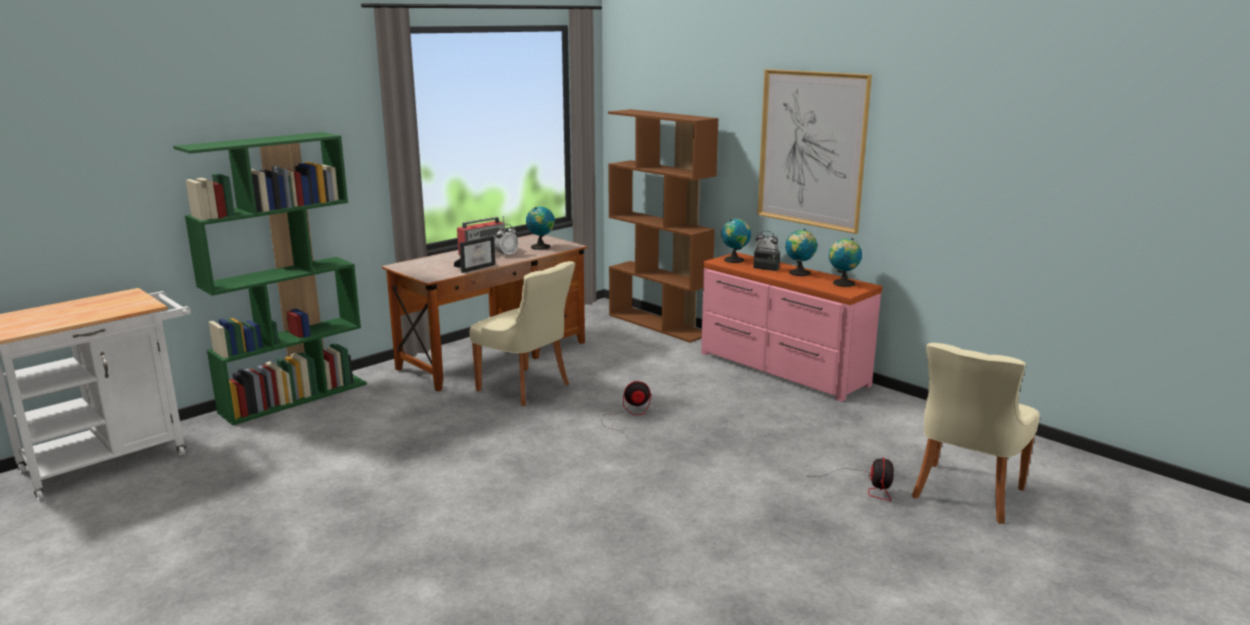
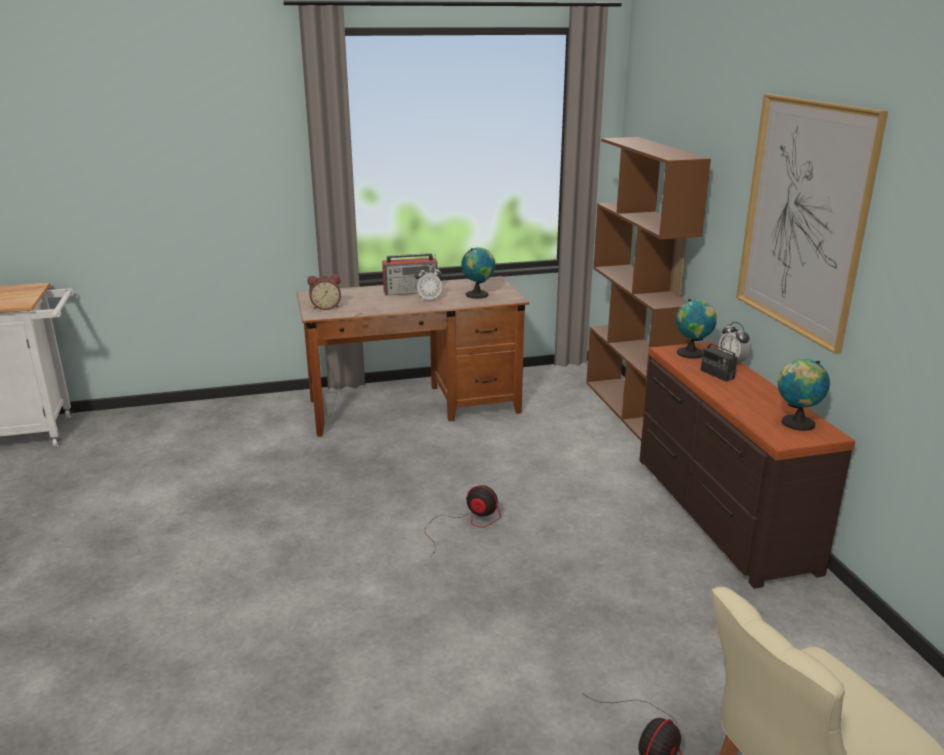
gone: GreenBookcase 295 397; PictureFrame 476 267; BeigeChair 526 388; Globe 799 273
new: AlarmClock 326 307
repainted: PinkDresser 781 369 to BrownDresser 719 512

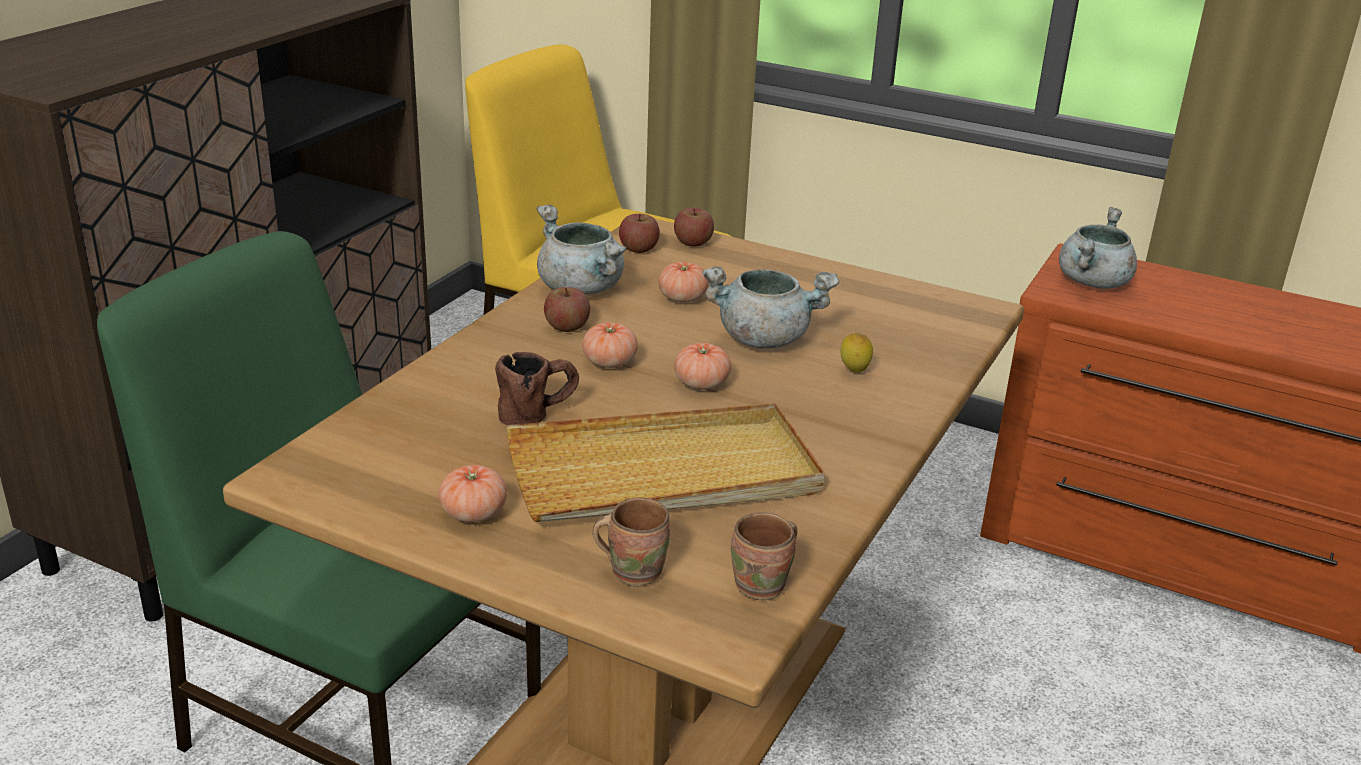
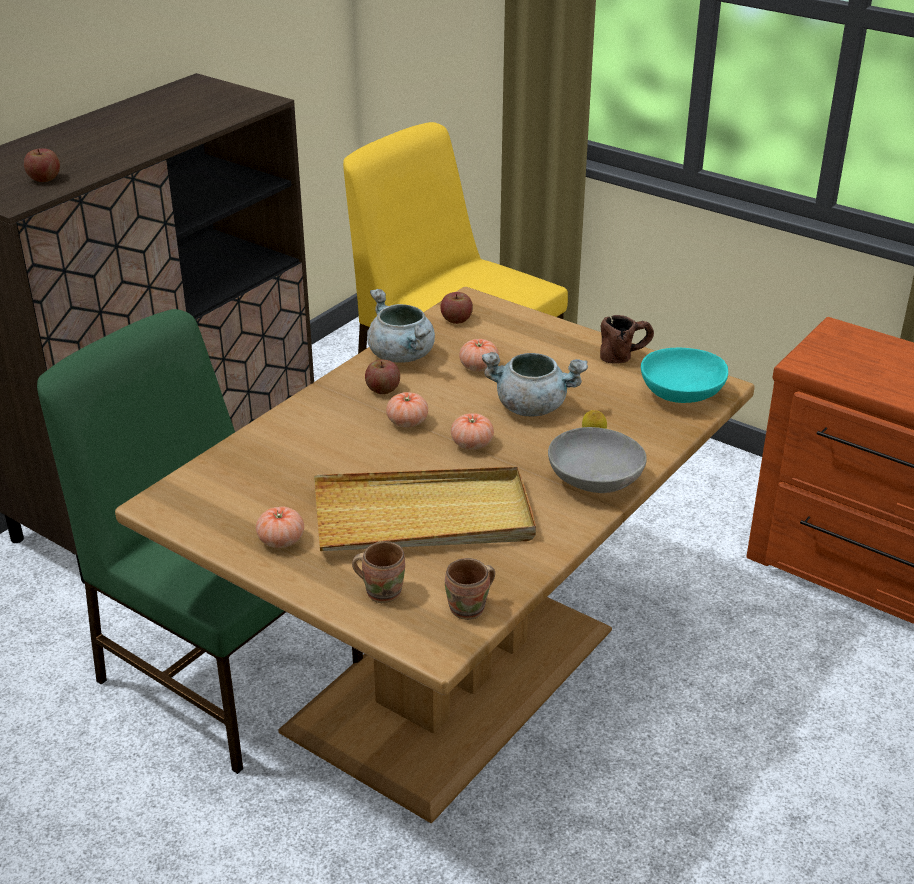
gone: GreyCookingPot 1093 283
new: GreyBowl 595 480; TurquoiseBowl 680 394
shifted: BrownMug 538 413 to 625 355; Apple 693 242 to 44 178

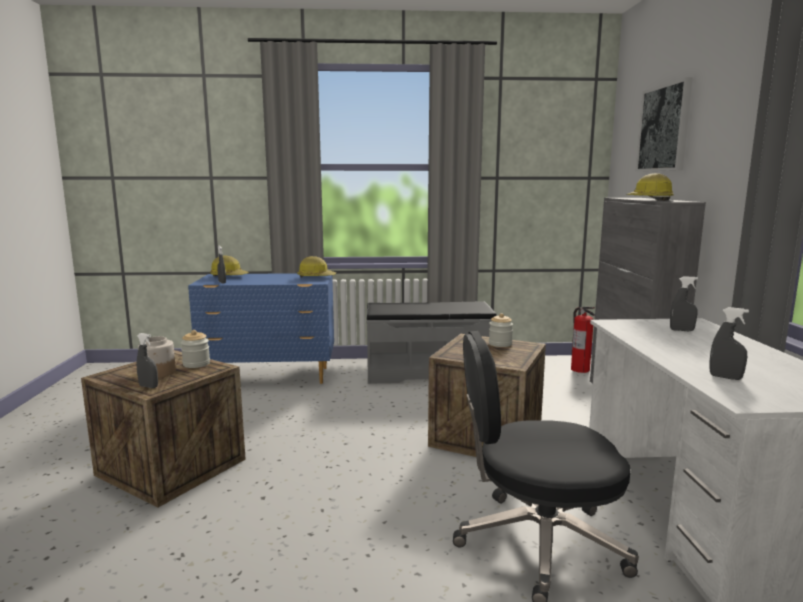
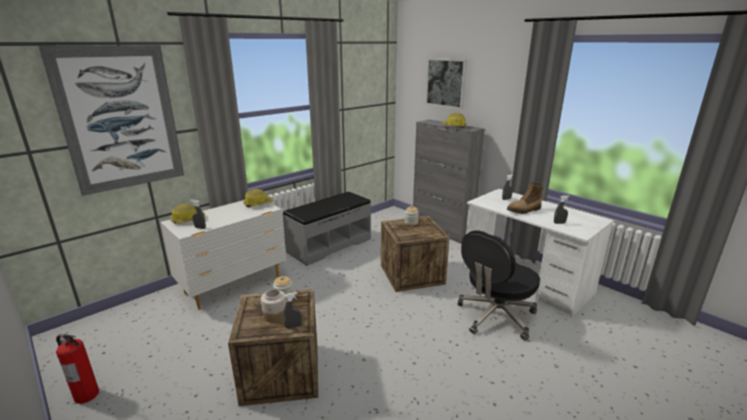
new: Picture 121 119; Boot 524 210
shifted: FireExtinguisher 579 369 to 86 395
repainted: BlueDresser 271 377 to WhiteDresser 234 285

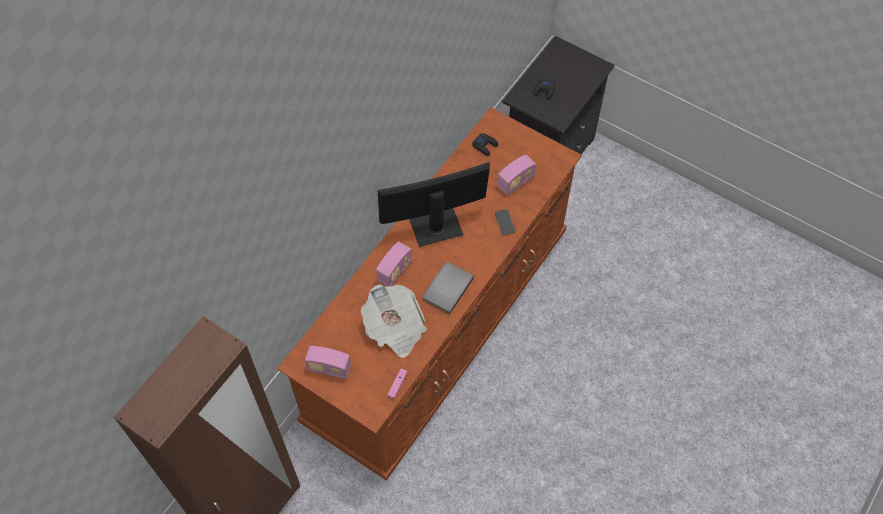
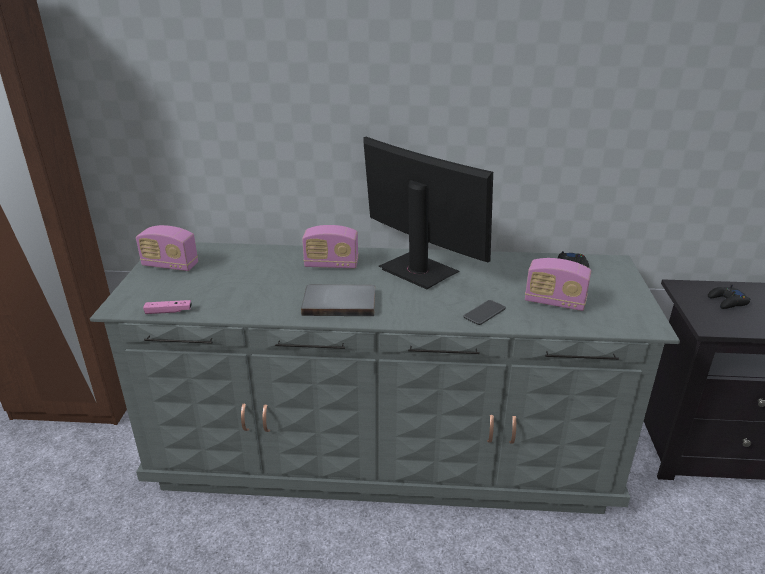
gone: Newspaper 395 328
repainted: BrownDresser 439 326 to GreyDresser 382 452
rotated: Radio 329 368 = 170 265 60 degrees counterclockwise

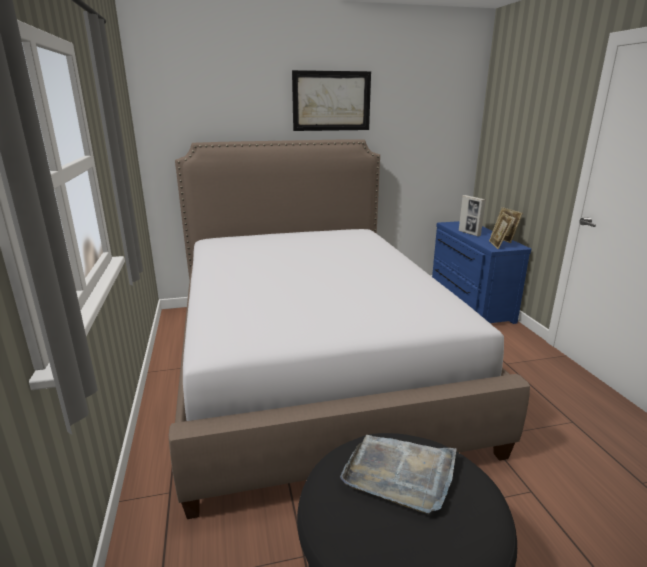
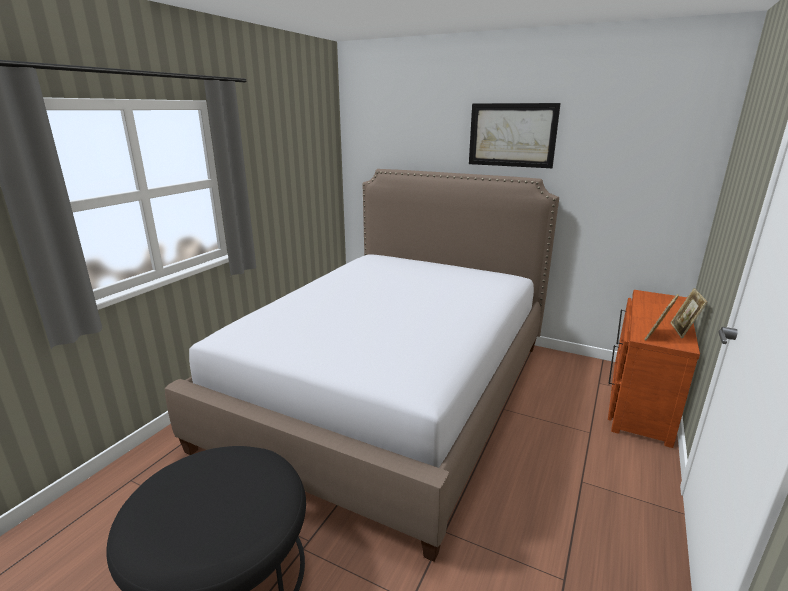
gone: GreyTray 399 473; PictureFrame 469 233
repainted: BlueDresser 468 303 to BrownDresser 638 400

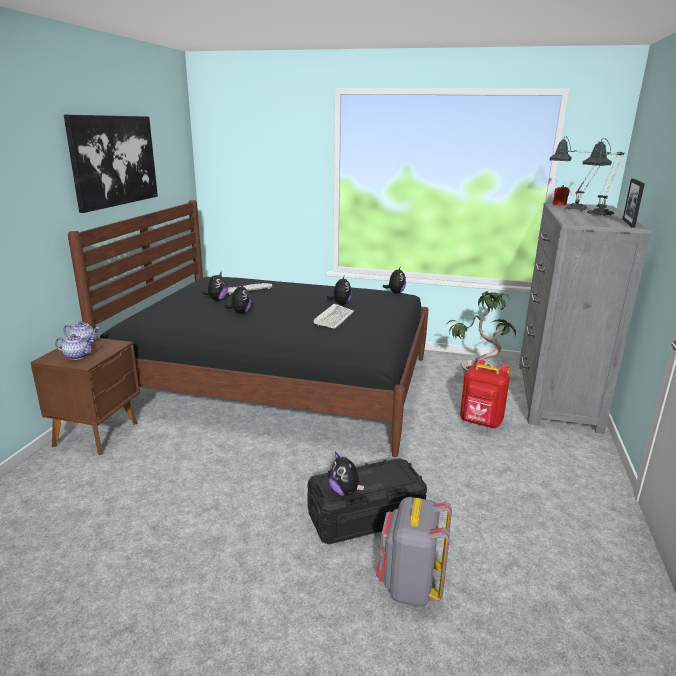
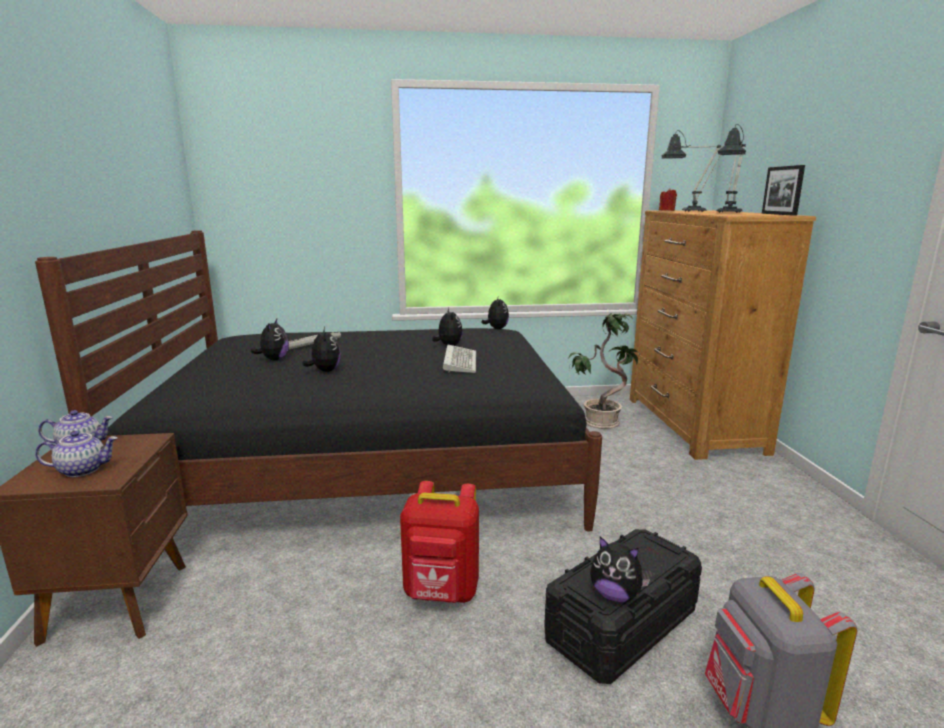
gone: Picture 114 160
shifted: RedBackpack 481 422 to 441 593
repainted: GreyDresser 555 395 to BrownDresser 692 424

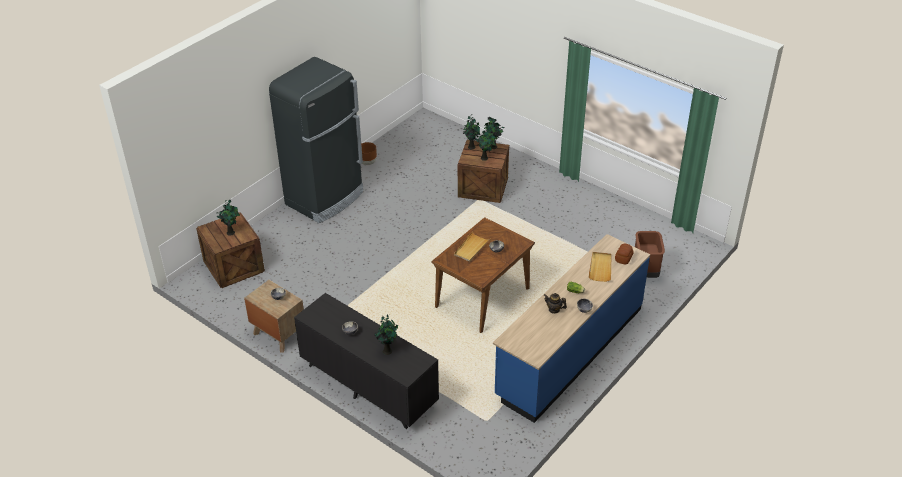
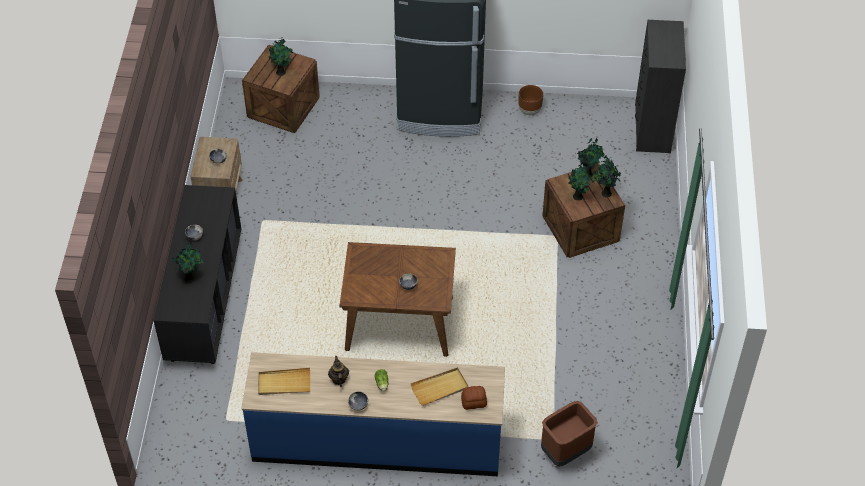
new: BlackDresser 652 129
shifted: BeigeTray 471 248 to 284 383

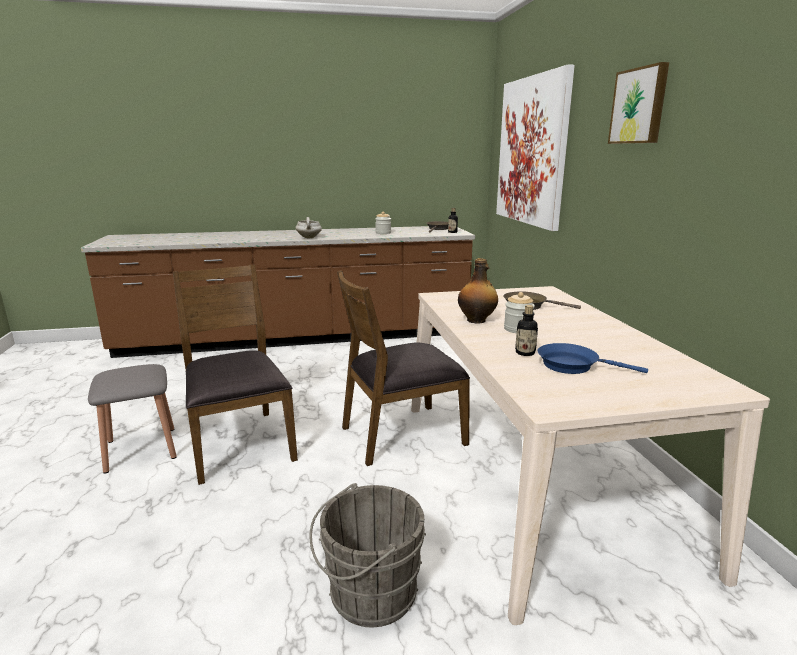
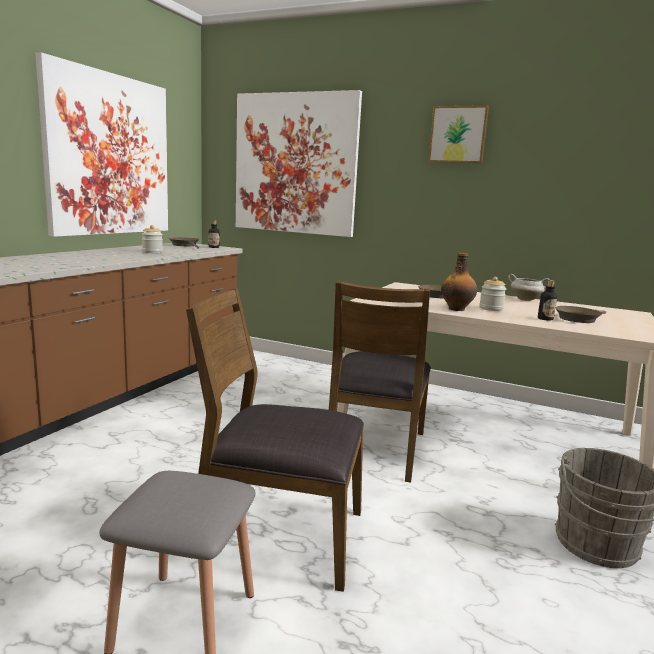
new: Picture 109 155
shifted: WhiteCookingPot 309 238 to 526 300
repainted: BlueFryingPan 572 365 to BrownFryingPan 578 319

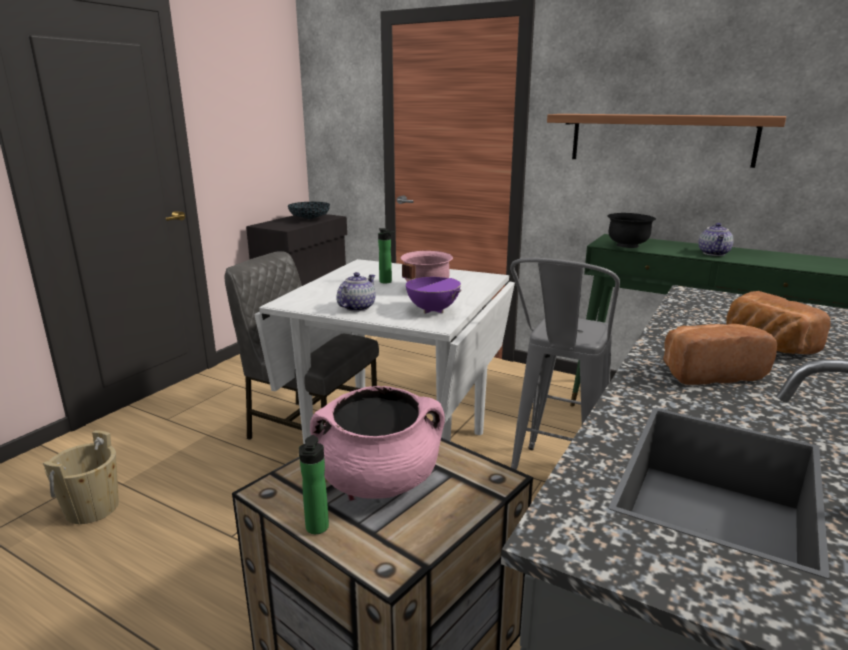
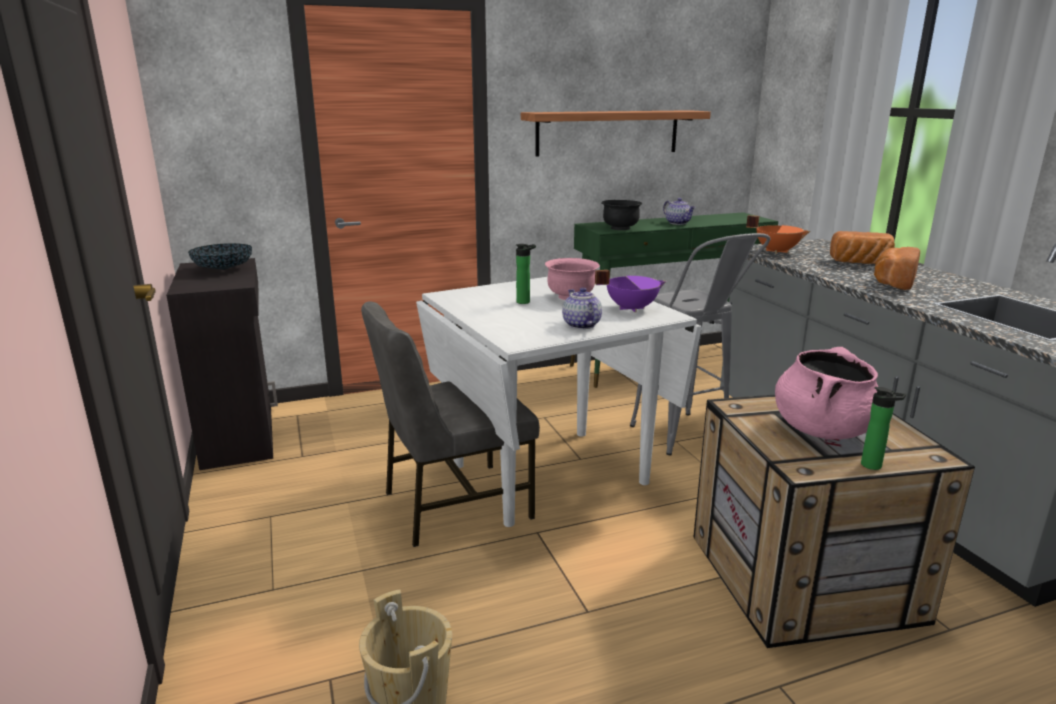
new: OrangeCookingPot 776 251

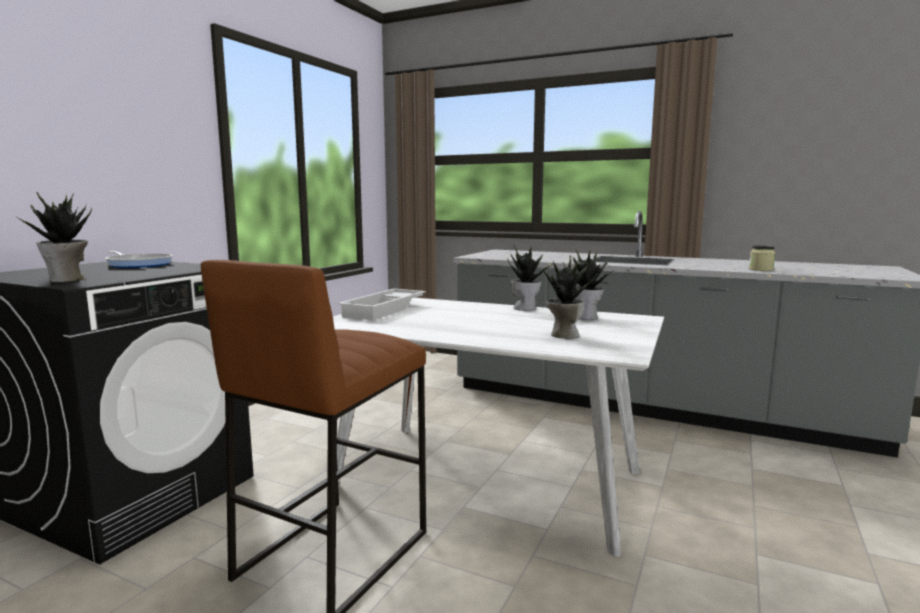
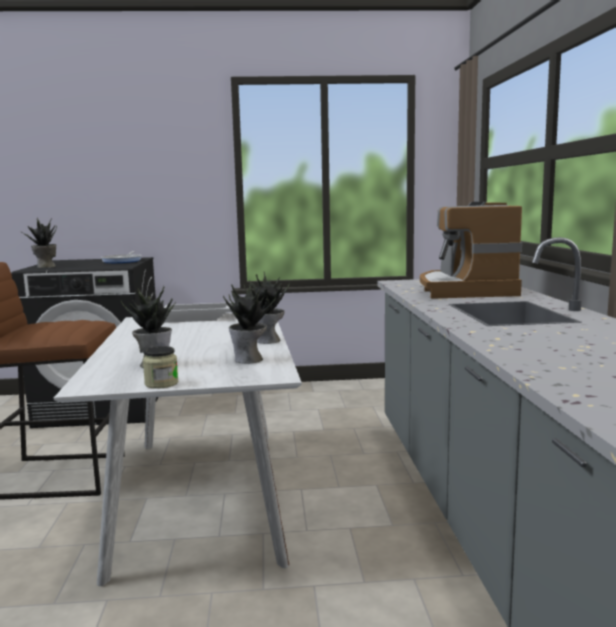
new: CoffeeMachine 464 290
shifted: Jar 760 269 to 161 383

